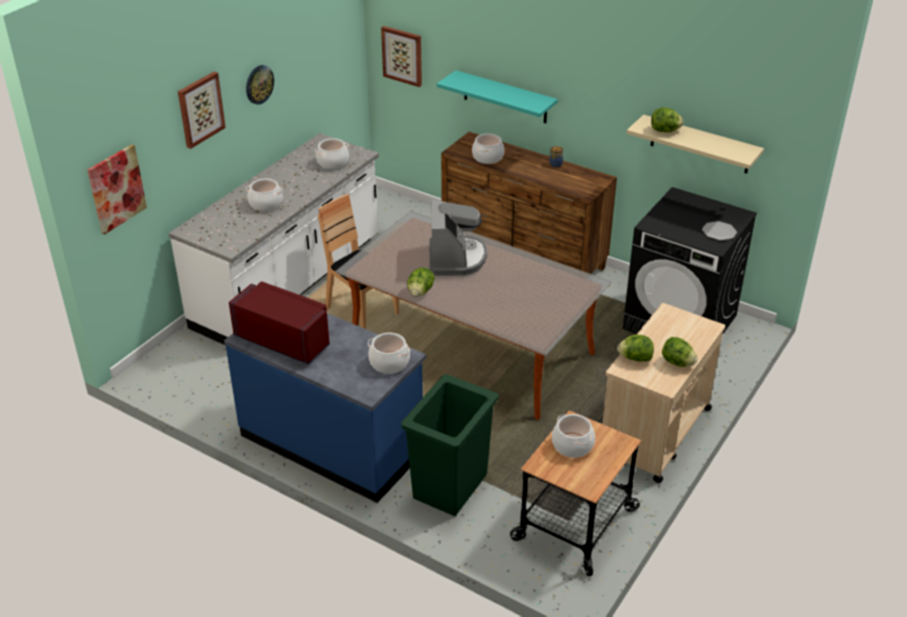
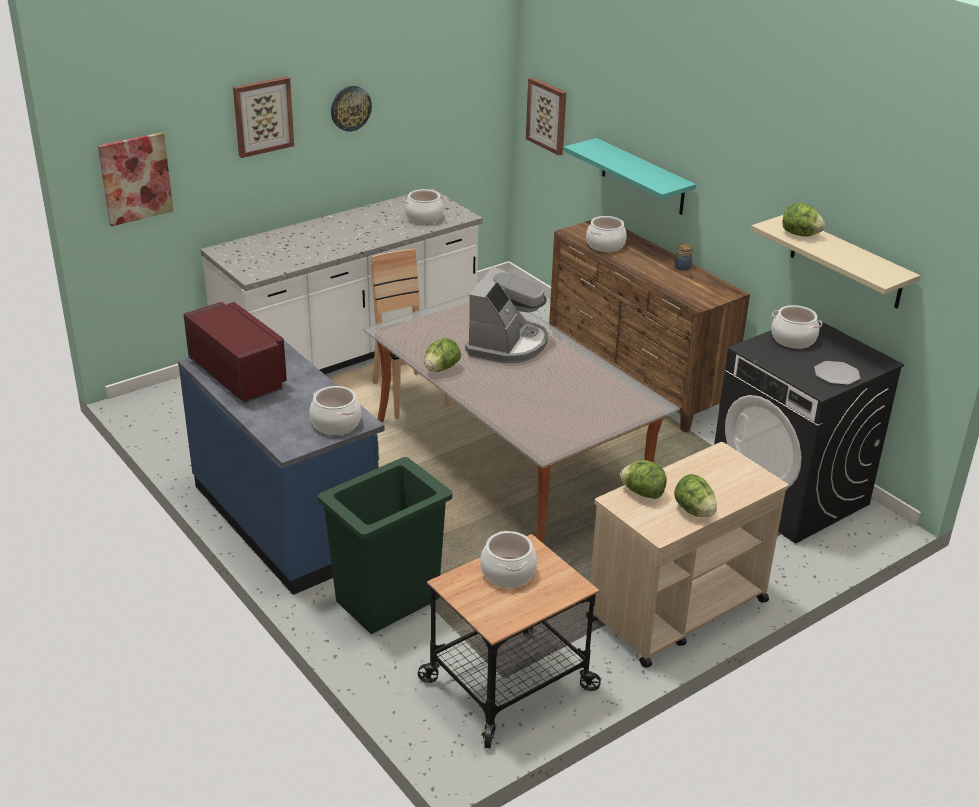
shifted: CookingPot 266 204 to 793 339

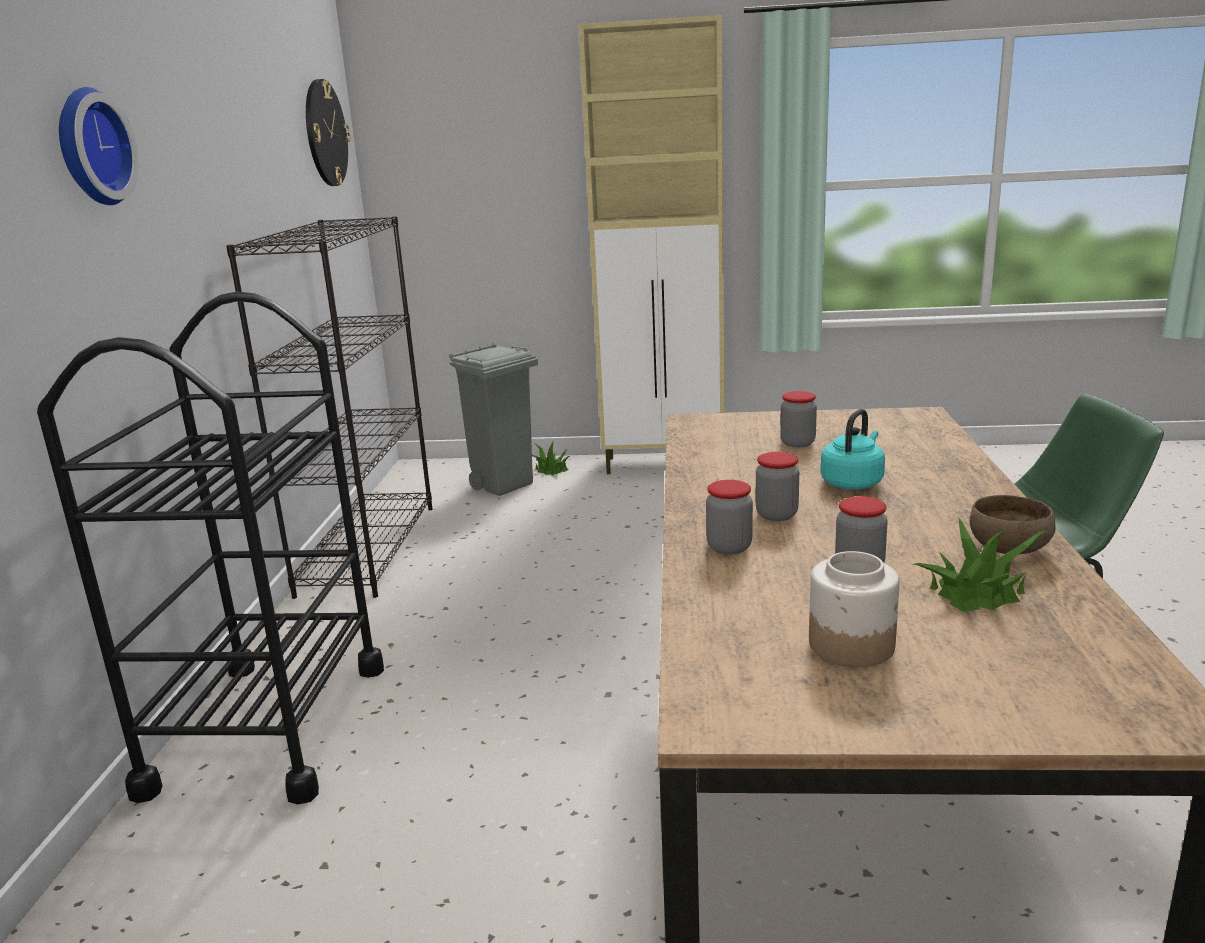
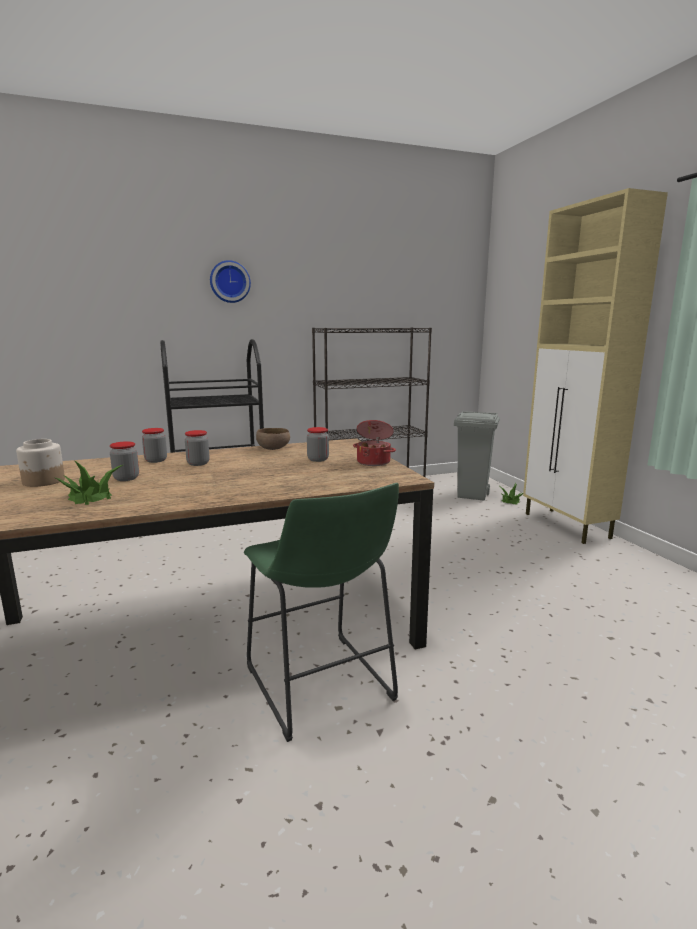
gone: WallClock 325 133; TurquoiseKettle 853 482
new: CookingPot 374 462
shifted: BrownBowl 1007 548 to 274 449

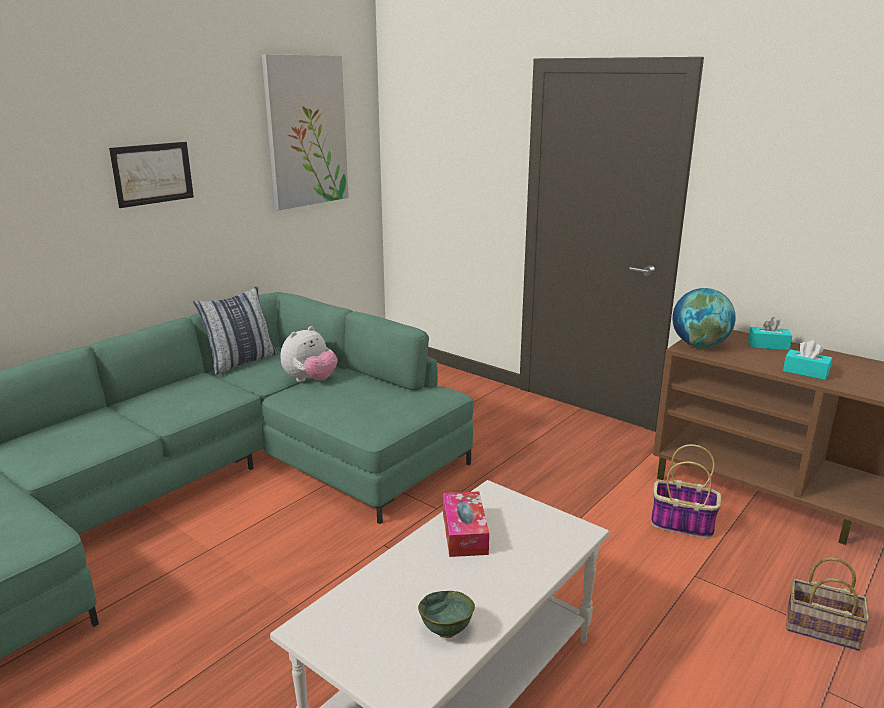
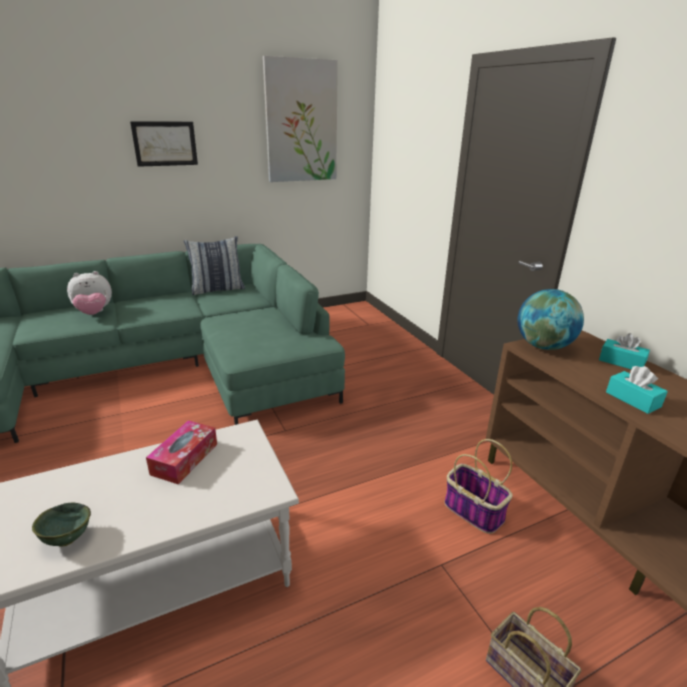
shifted: PlushToy 310 380 to 94 313

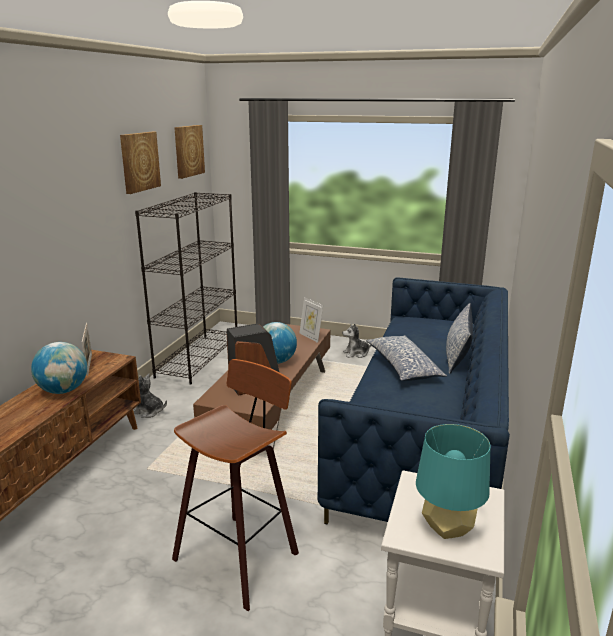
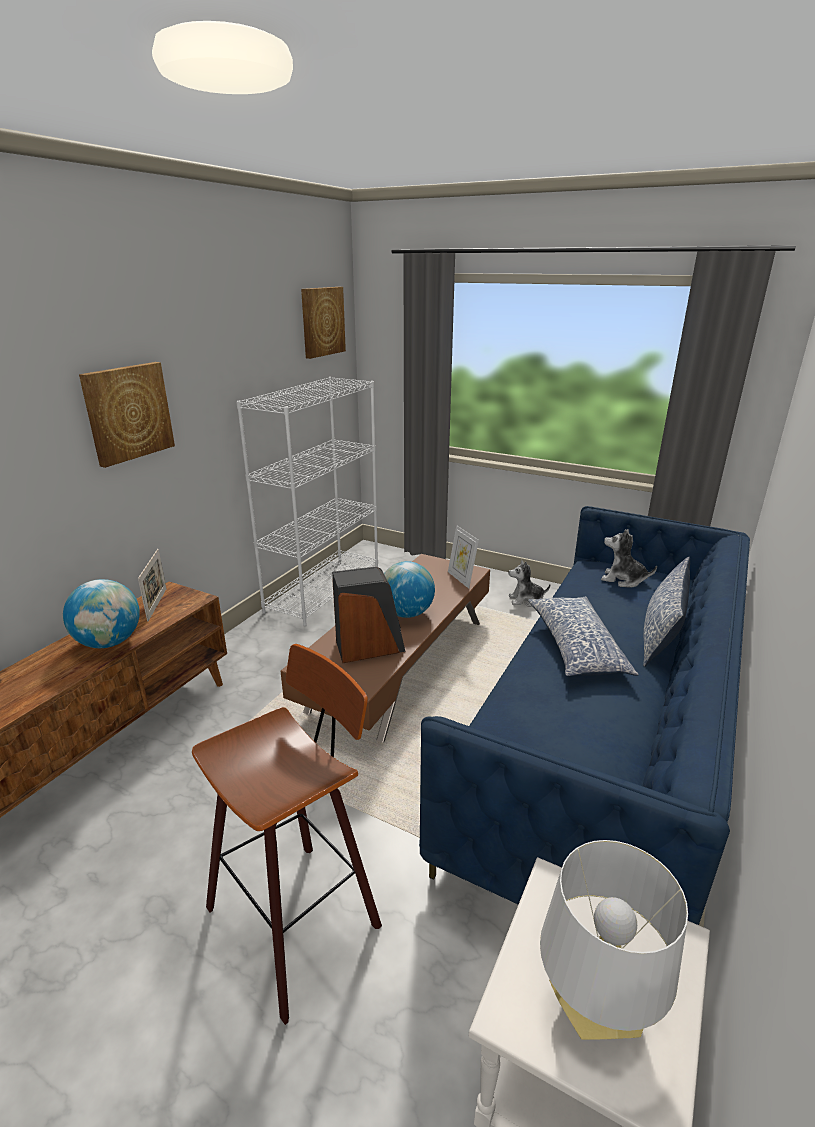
shifted: Picture 139 161 to 128 412; PlushToy 149 411 to 623 580
repainted: BlackBookcase 198 358 to WhiteBookcase 324 589; TurquoiseTableLamp 447 528 to GreyTableLamp 594 1010

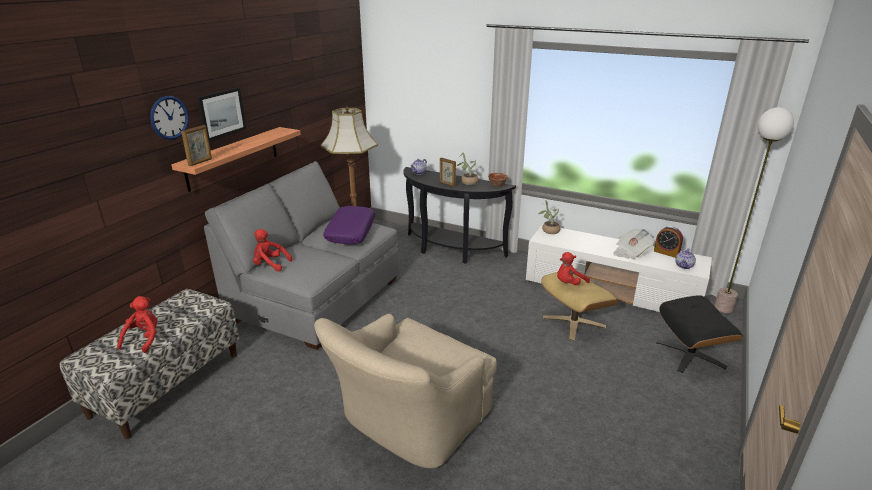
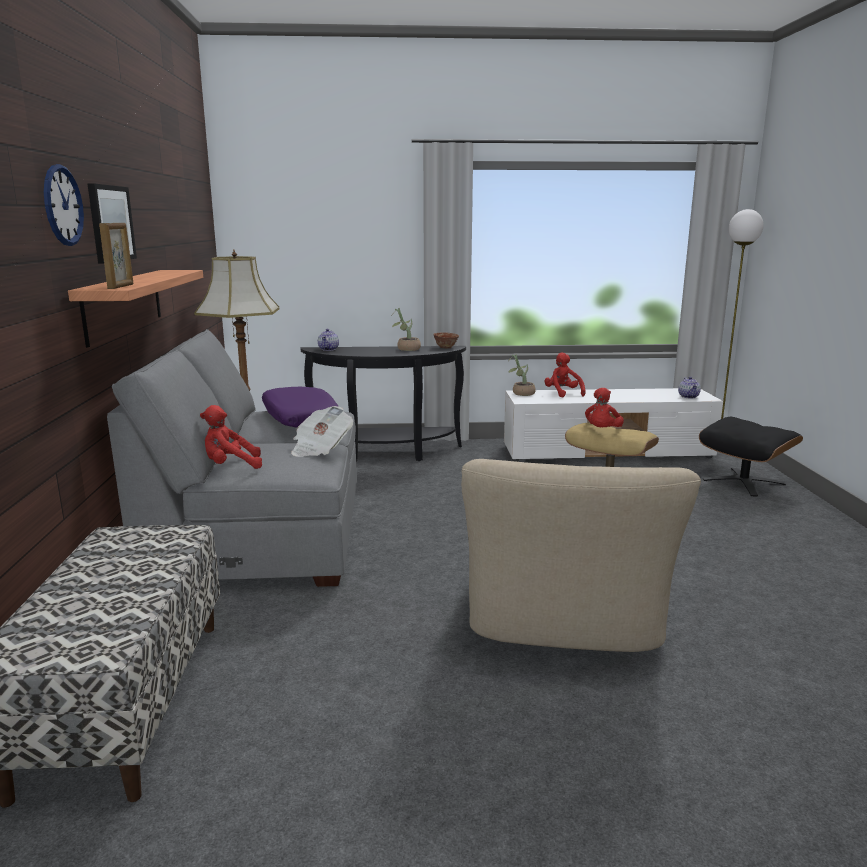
gone: PictureFrame 447 184; AlarmClock 666 252
shifted: RedPlushToy 144 339 to 562 393; Newspaper 630 253 to 320 448

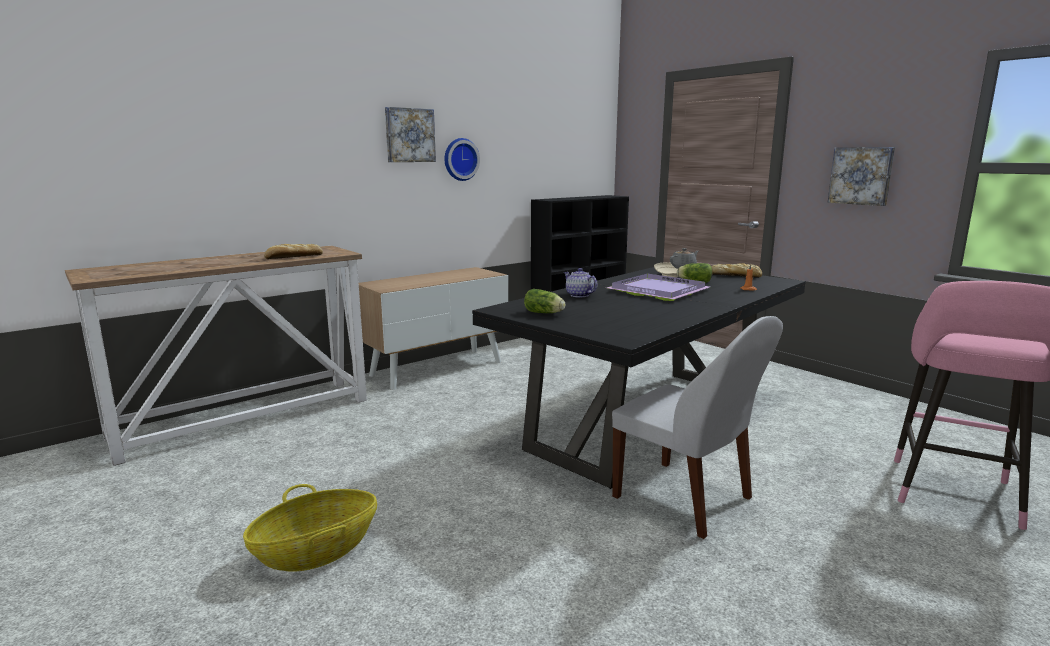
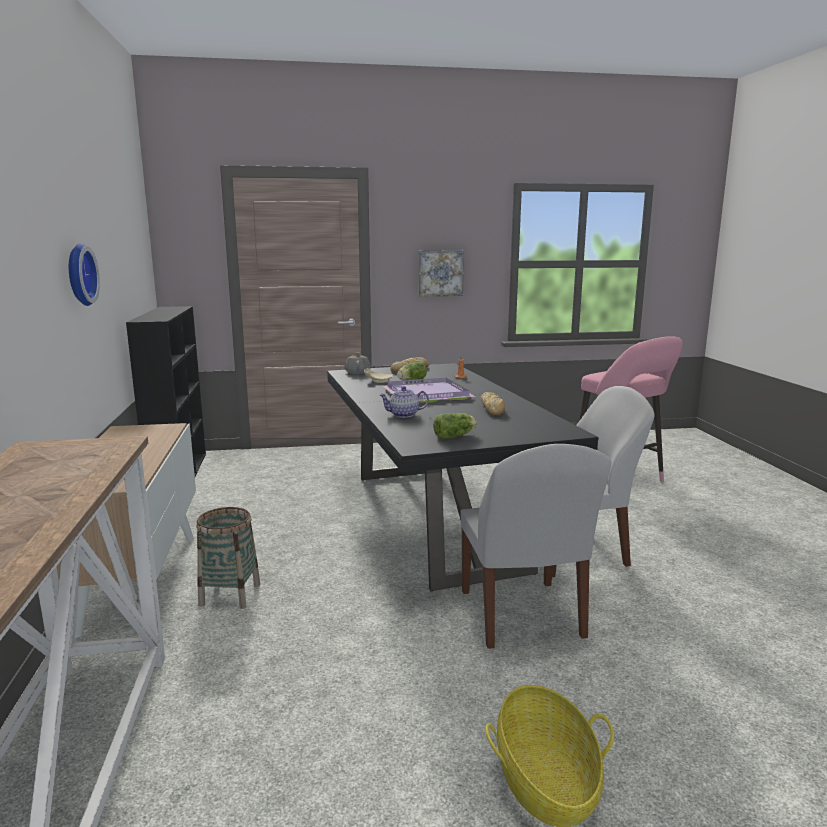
gone: Picture 409 135
new: Basket 230 594; WhiteChair 522 616
shifted: Bread 293 257 to 492 409

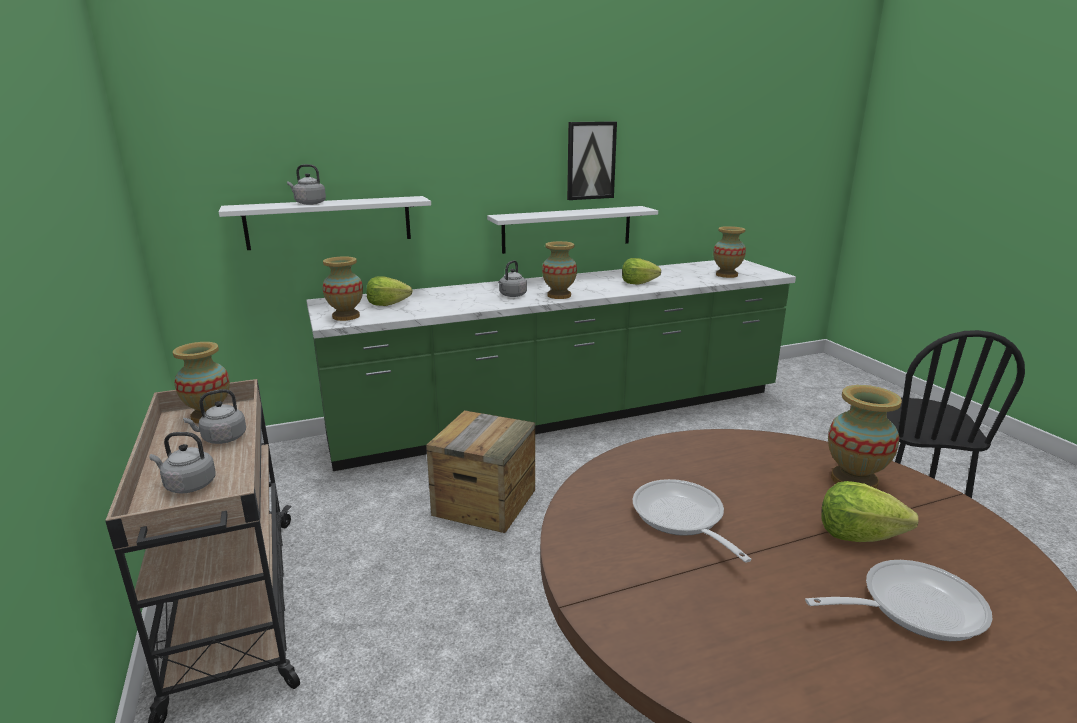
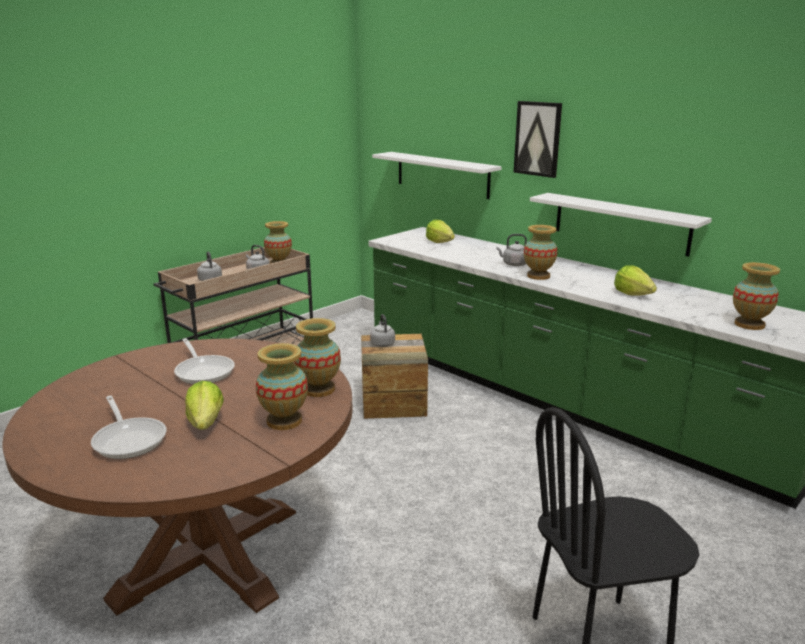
shifted: GreyKettle 309 203 to 382 343; Vase 346 316 to 318 389; Picture 590 160 to 538 139
rotated: FryingPan 681 519 = 204 371 105 degrees clockwise

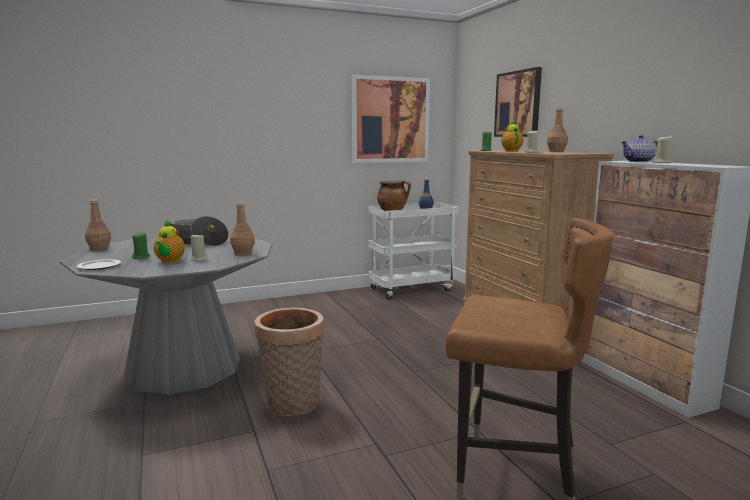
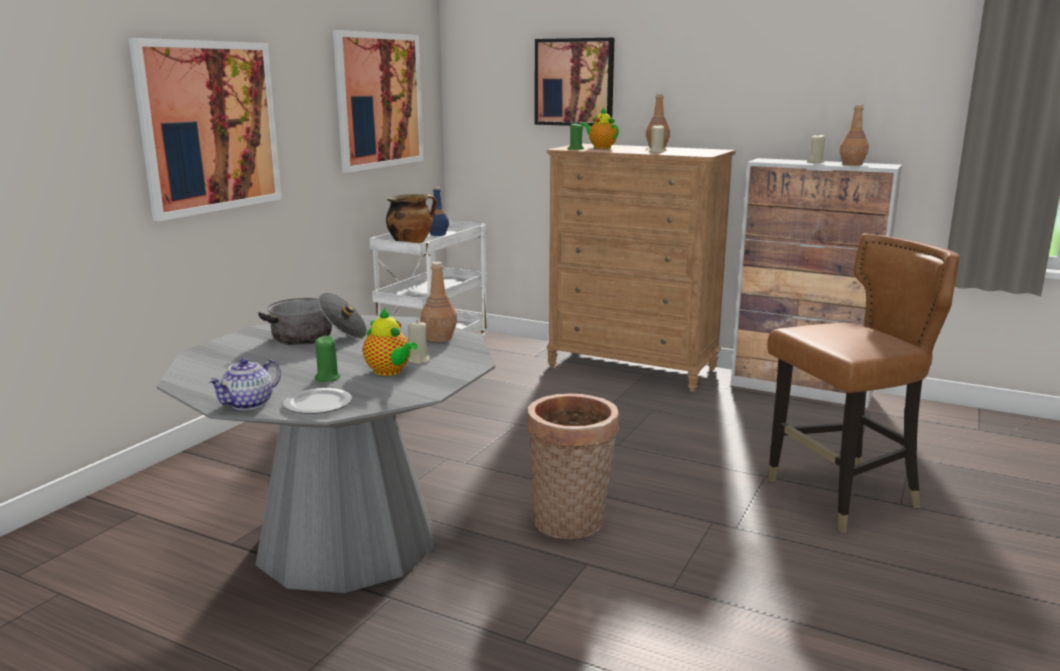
new: Picture 210 127
shifted: BrownBottle 99 248 to 852 164; Teapot 639 161 to 249 404

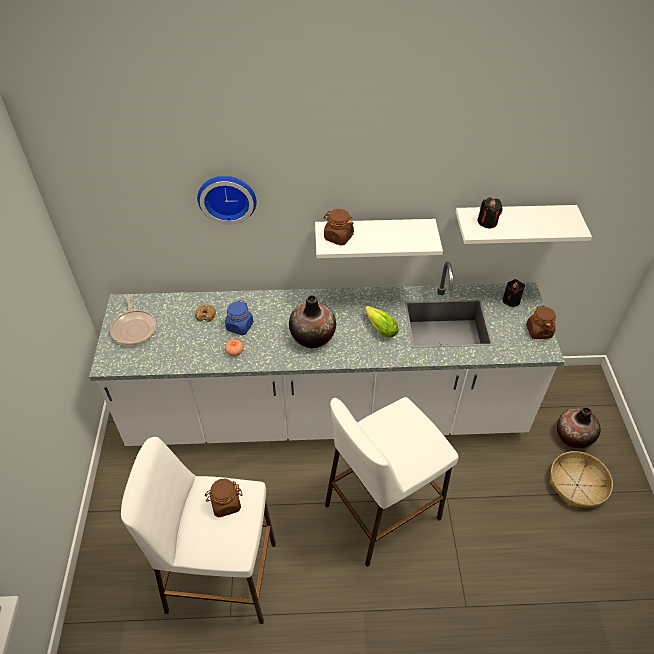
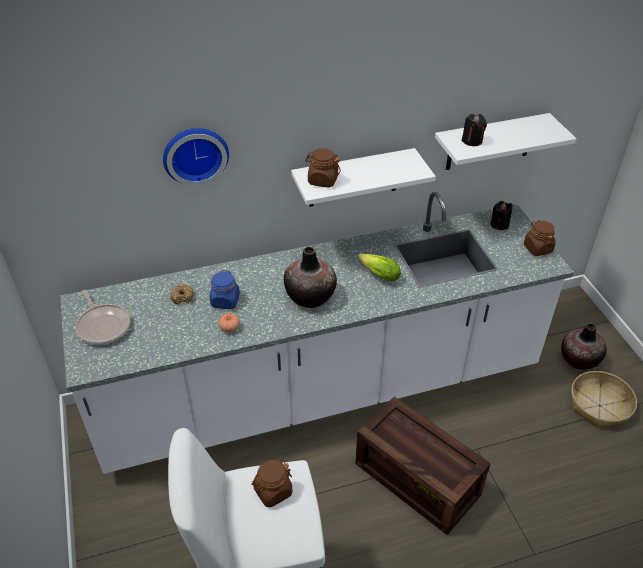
swapped: WhiteStool 381 512 to Crate 414 479

